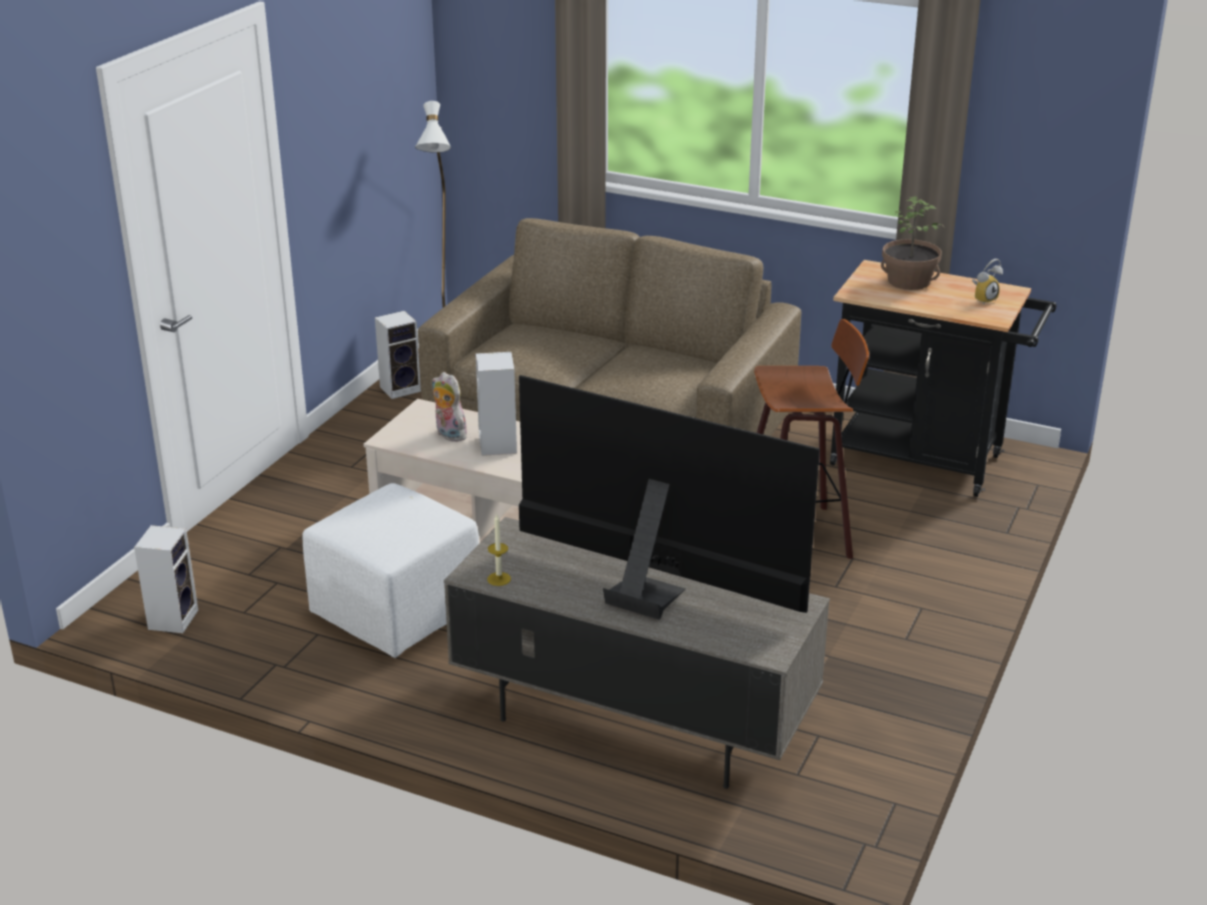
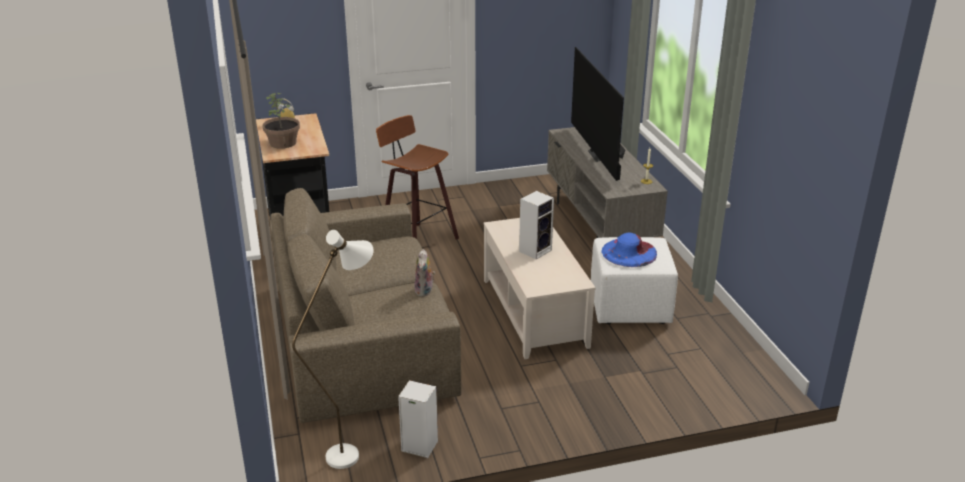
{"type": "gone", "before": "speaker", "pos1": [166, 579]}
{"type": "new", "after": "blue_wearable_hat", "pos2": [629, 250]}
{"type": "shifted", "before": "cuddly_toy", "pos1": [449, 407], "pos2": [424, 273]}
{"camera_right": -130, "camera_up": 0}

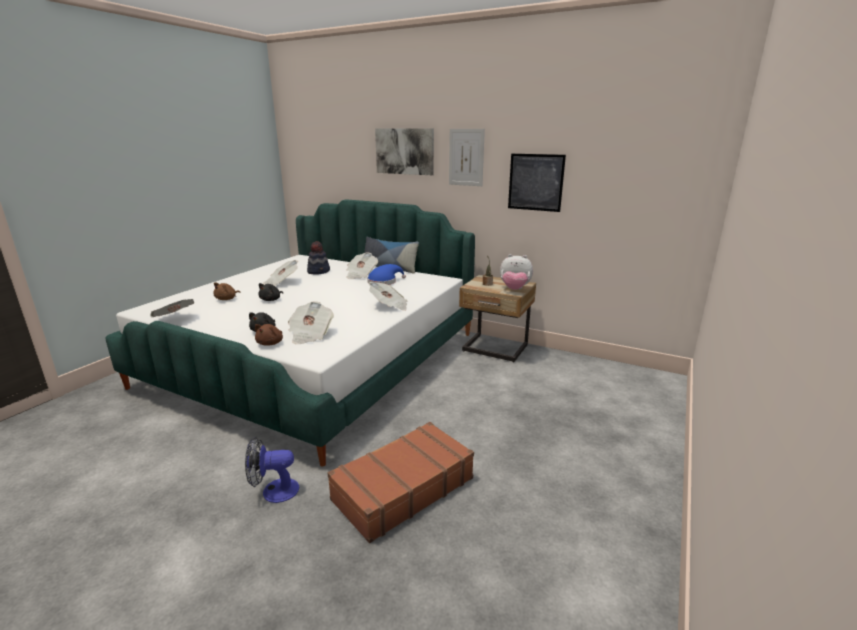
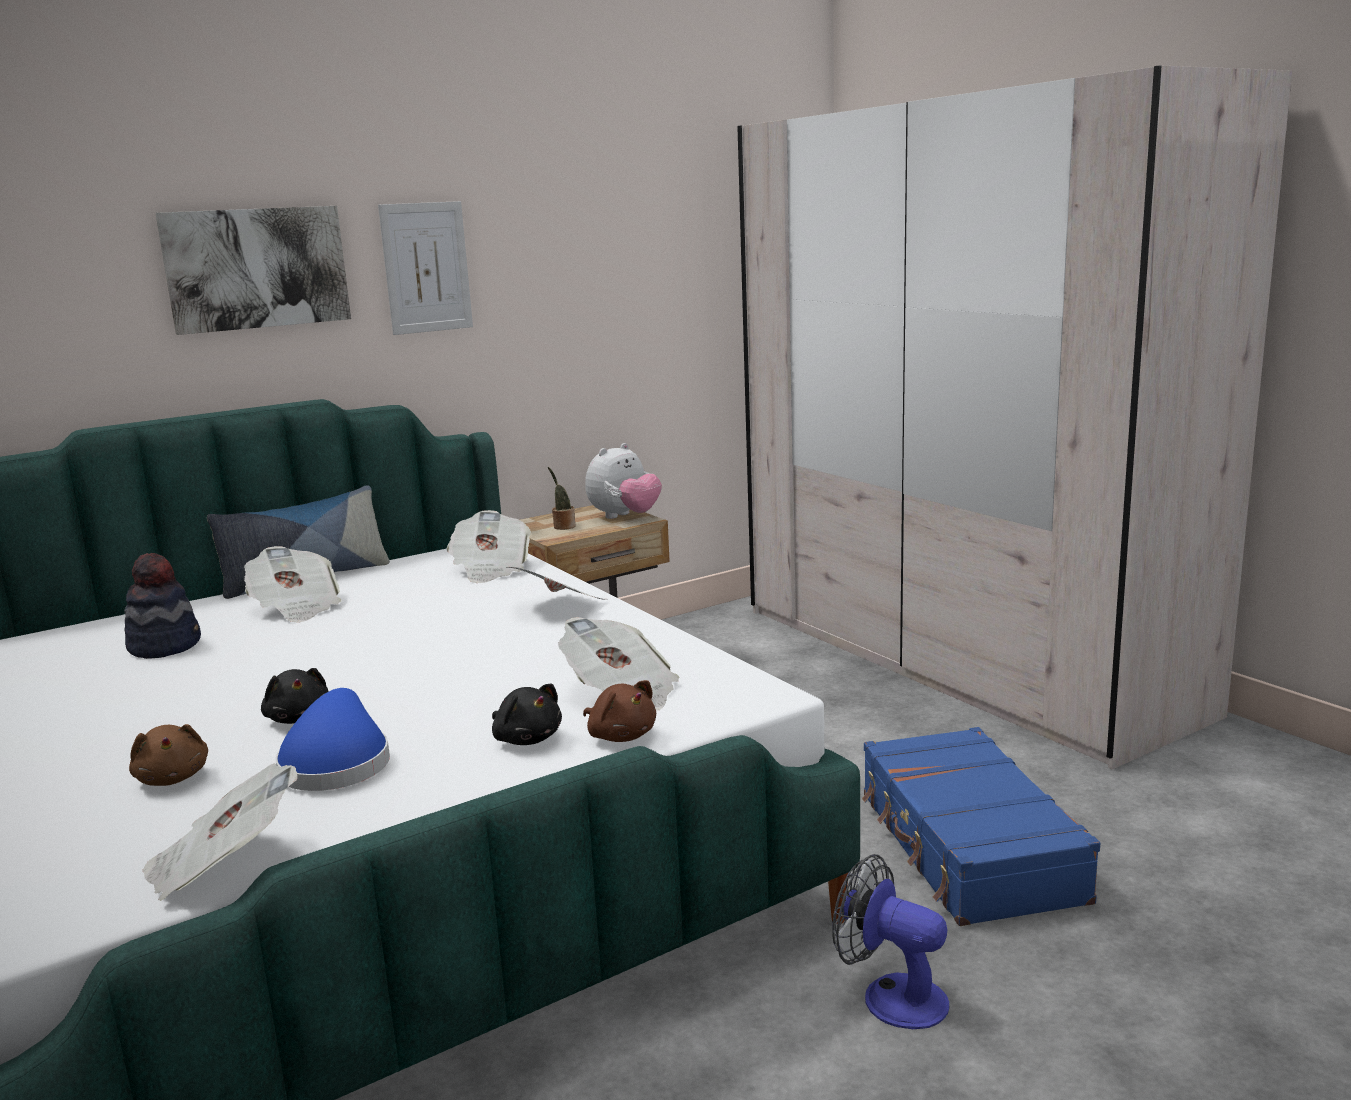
{"type": "gone", "before": "wall_picture", "pos1": [537, 183]}
{"type": "new", "after": "sand-coloured_armoire", "pos2": [1014, 417]}
{"type": "shifted", "before": "newspaper", "pos1": [280, 273], "pos2": [489, 546]}
{"type": "shifted", "before": "blue_wearable_hat", "pos1": [386, 274], "pos2": [332, 739]}
{"type": "repainted", "before": "brownish_piece_of_luggage", "after": "blue_piece_of_luggage", "pos1": [401, 482], "pos2": [981, 826]}
{"type": "rotated", "before": "electric_fan", "pos1": [272, 470], "pos2": [890, 941], "turn": 105}
{"camera_right": -60, "camera_up": -5}

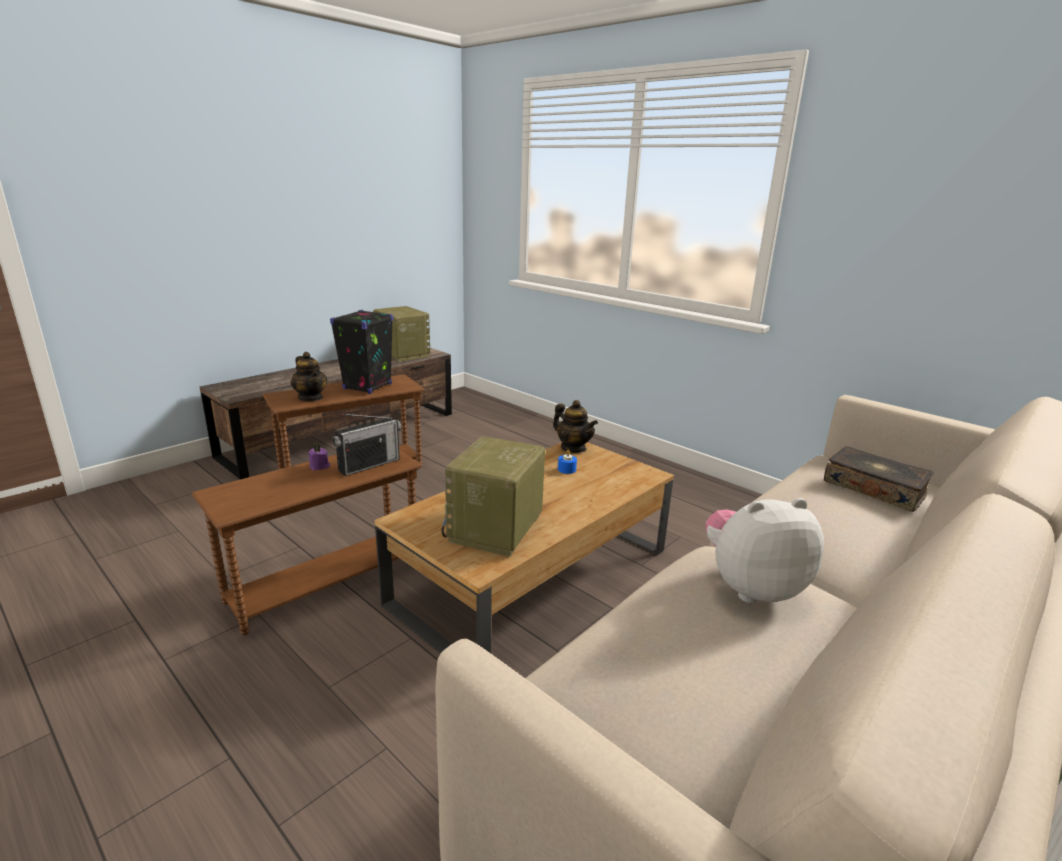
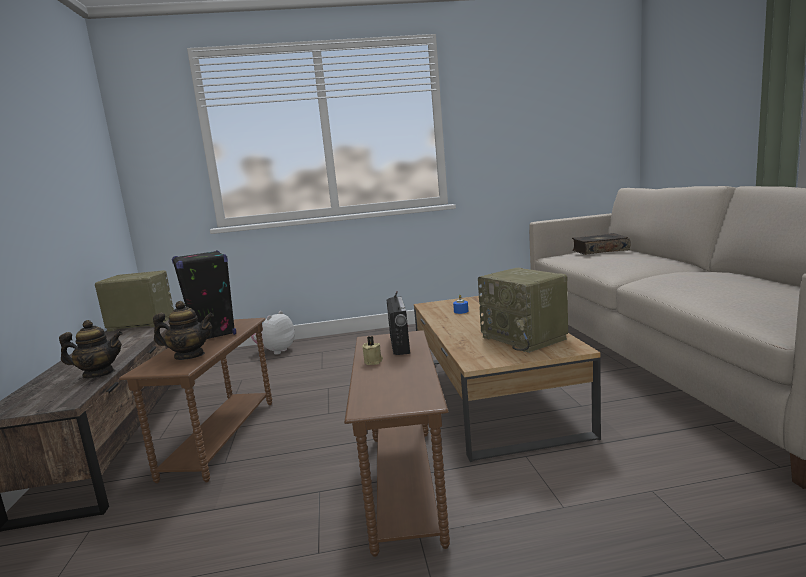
{"type": "shifted", "before": "tea_pot", "pos1": [575, 426], "pos2": [91, 349]}
{"type": "shifted", "before": "cuddly_toy", "pos1": [765, 550], "pos2": [273, 333]}
{"type": "repainted", "before": "purplish_wax_light", "after": "sand-coloured_wax_light", "pos1": [319, 456], "pos2": [372, 350]}
{"camera_right": -50, "camera_up": -10}

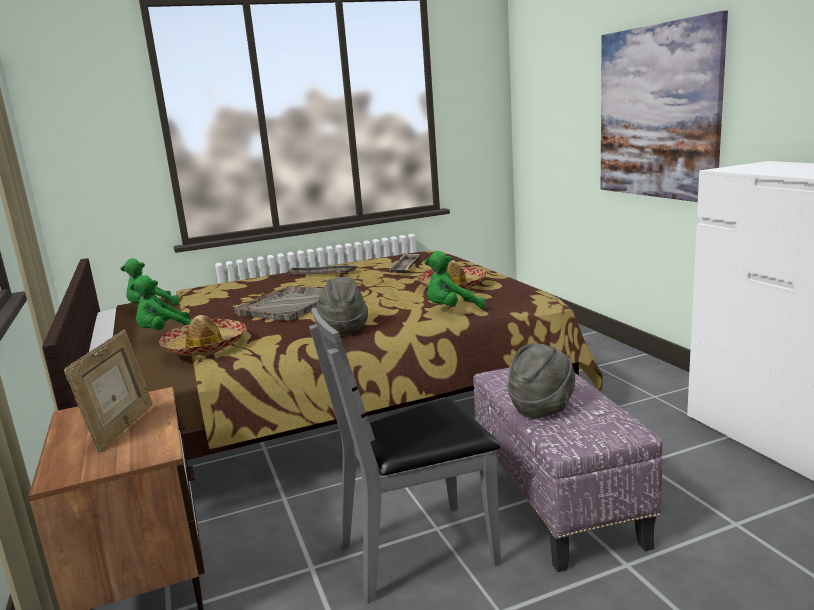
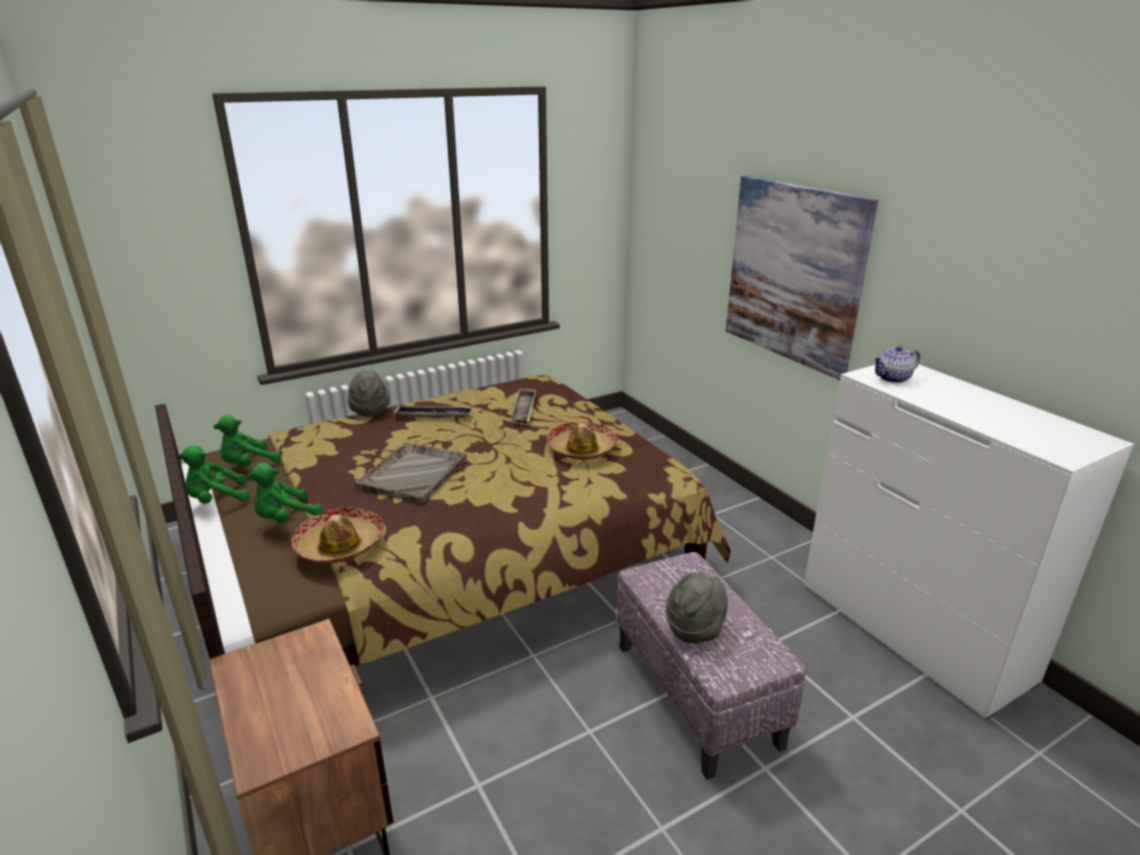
{"type": "gone", "before": "standing_frame", "pos1": [108, 391]}
{"type": "gone", "before": "grey_chair", "pos1": [405, 455]}
{"type": "new", "after": "tea_pot", "pos2": [896, 364]}
{"type": "shifted", "before": "grey_wearable_hat", "pos1": [342, 306], "pos2": [369, 393]}
{"type": "shifted", "before": "green_cuddly_toy", "pos1": [455, 280], "pos2": [213, 474]}
{"camera_right": -10, "camera_up": 10}

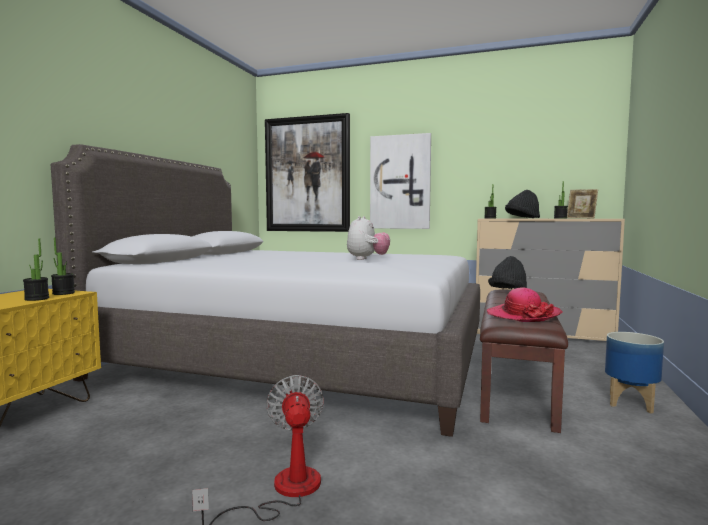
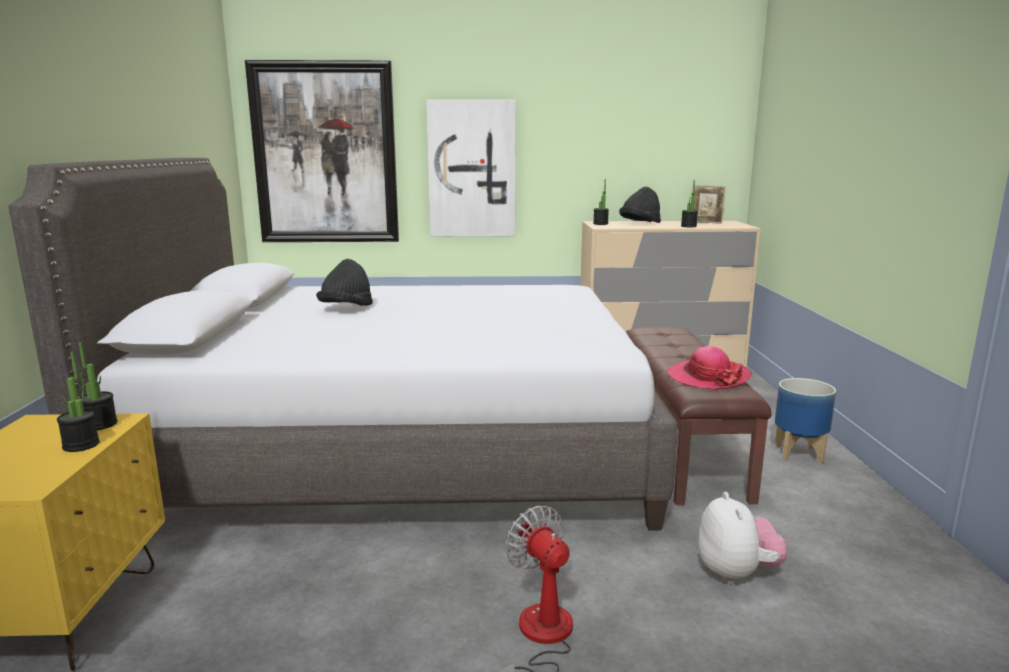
{"type": "shifted", "before": "cuddly_toy", "pos1": [368, 238], "pos2": [743, 537]}
{"type": "shifted", "before": "black-coloured_wearable_hat", "pos1": [507, 272], "pos2": [344, 282]}
{"camera_right": -20, "camera_up": 10}

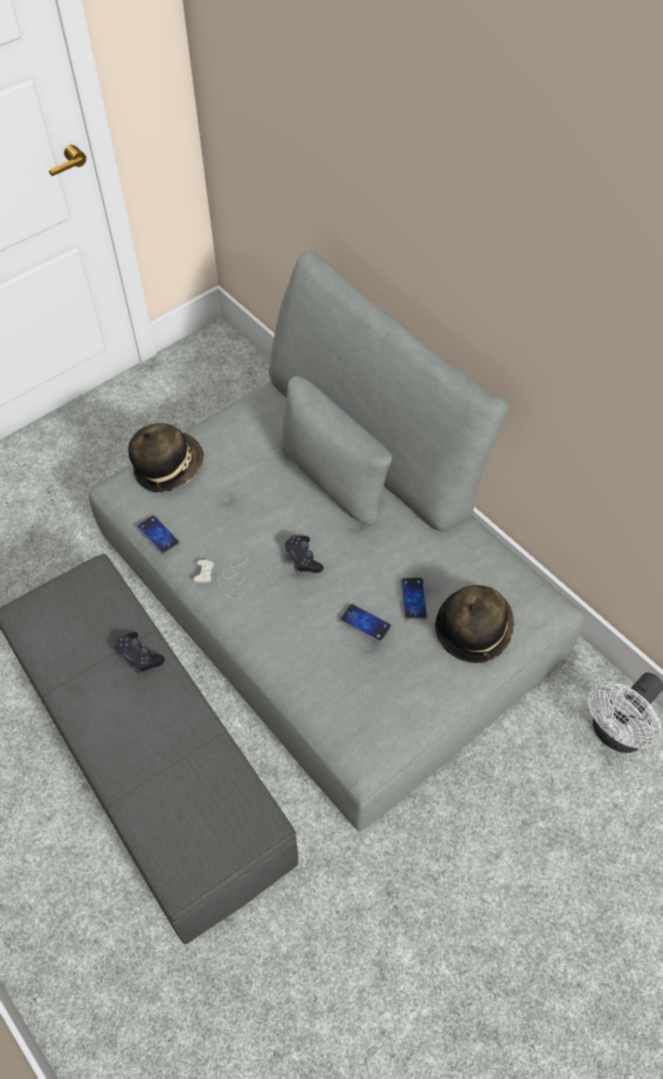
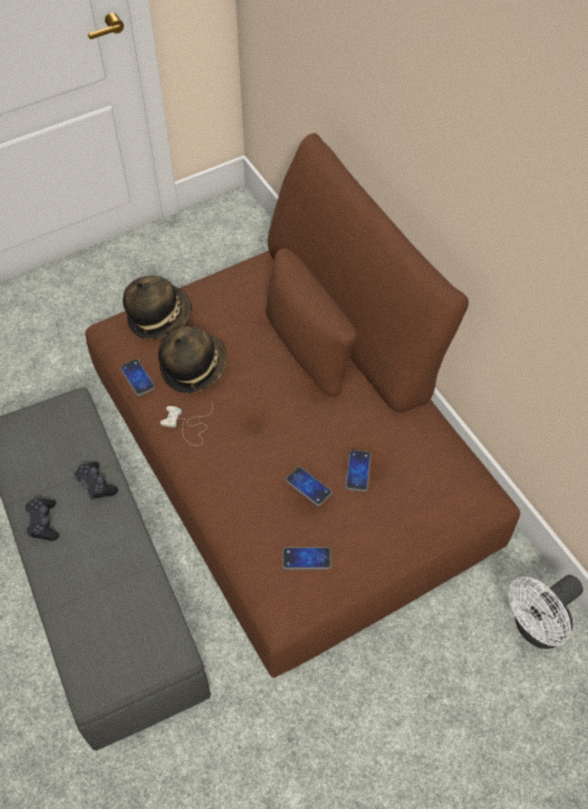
{"type": "new", "after": "telephone", "pos2": [307, 558]}
{"type": "shifted", "before": "black-coloured_gamepad", "pos1": [304, 554], "pos2": [42, 519]}
{"type": "shifted", "before": "wearable_hat", "pos1": [474, 624], "pos2": [192, 360]}
{"type": "repainted", "before": "grey_settee", "after": "brownish_settee", "pos1": [337, 541], "pos2": [302, 405]}
{"camera_right": 10, "camera_up": 0}

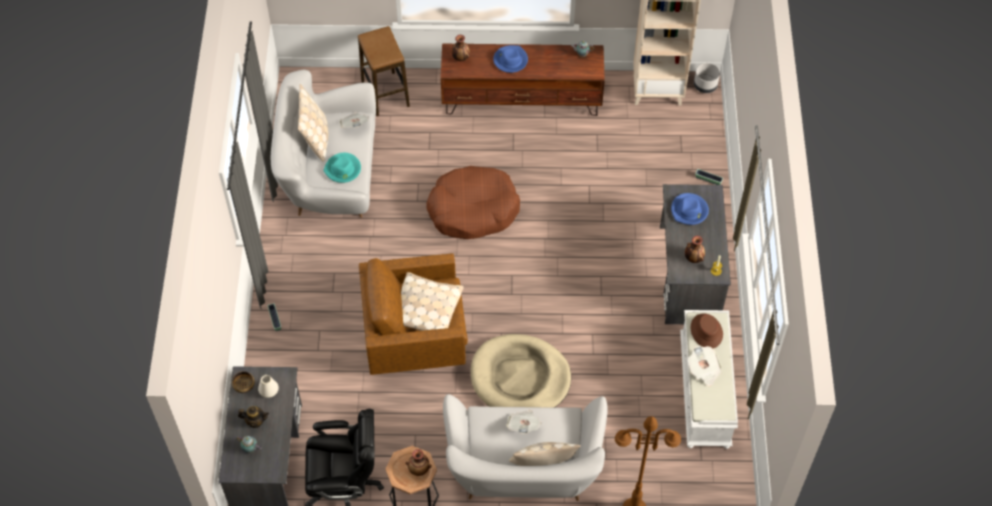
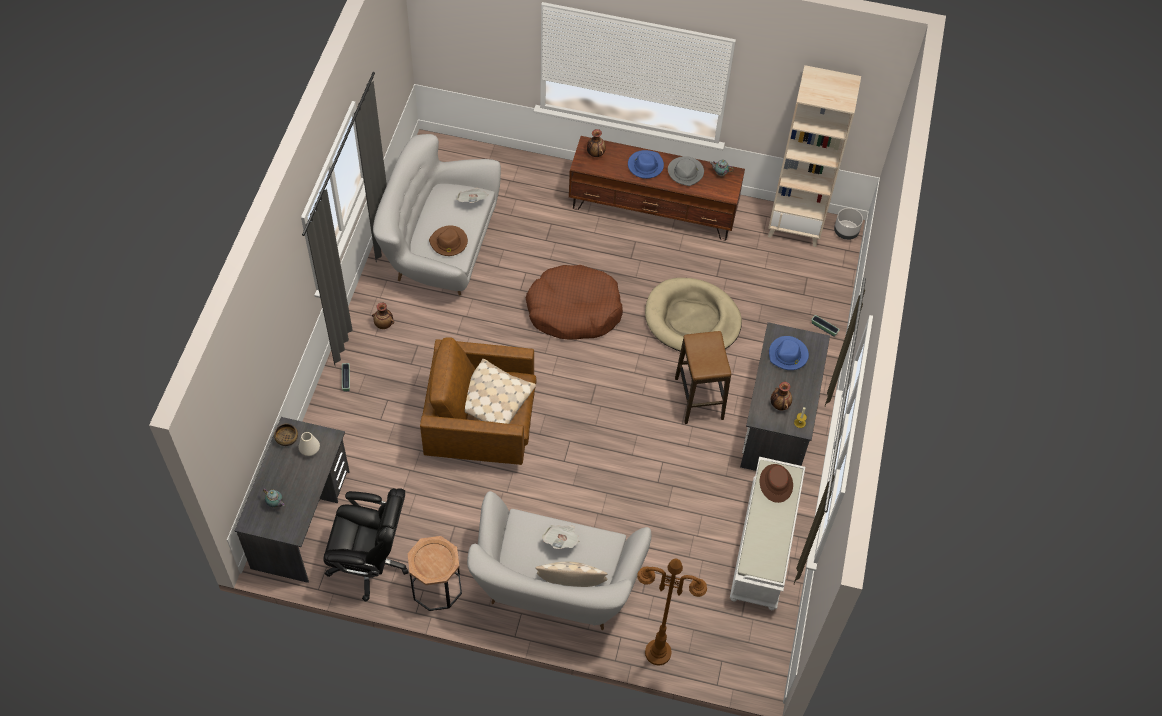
{"type": "gone", "before": "tea_pot", "pos1": [253, 417]}
{"type": "gone", "before": "sand-coloured_cushion", "pos1": [313, 123]}
{"type": "gone", "before": "newspaper", "pos1": [705, 366]}
{"type": "new", "after": "grey_wearable_hat", "pos2": [686, 171]}
{"type": "shifted", "before": "stool_seat", "pos1": [384, 71], "pos2": [703, 377]}
{"type": "shifted", "before": "flower_vase", "pos1": [419, 462], "pos2": [383, 316]}
{"type": "shifted", "before": "sand-coloured_pet_bed", "pos1": [521, 371], "pos2": [693, 315]}
{"type": "repainted", "before": "blue-green_wearable_hat", "after": "brownish_wearable_hat", "pos1": [342, 168], "pos2": [448, 240]}
{"camera_right": 10, "camera_up": 0}

